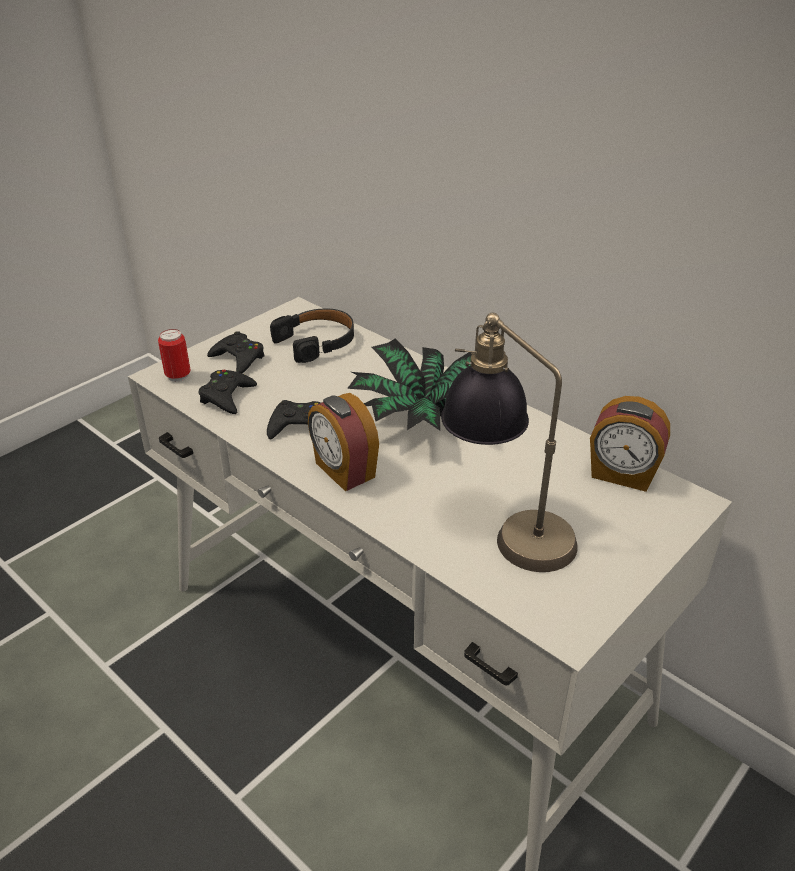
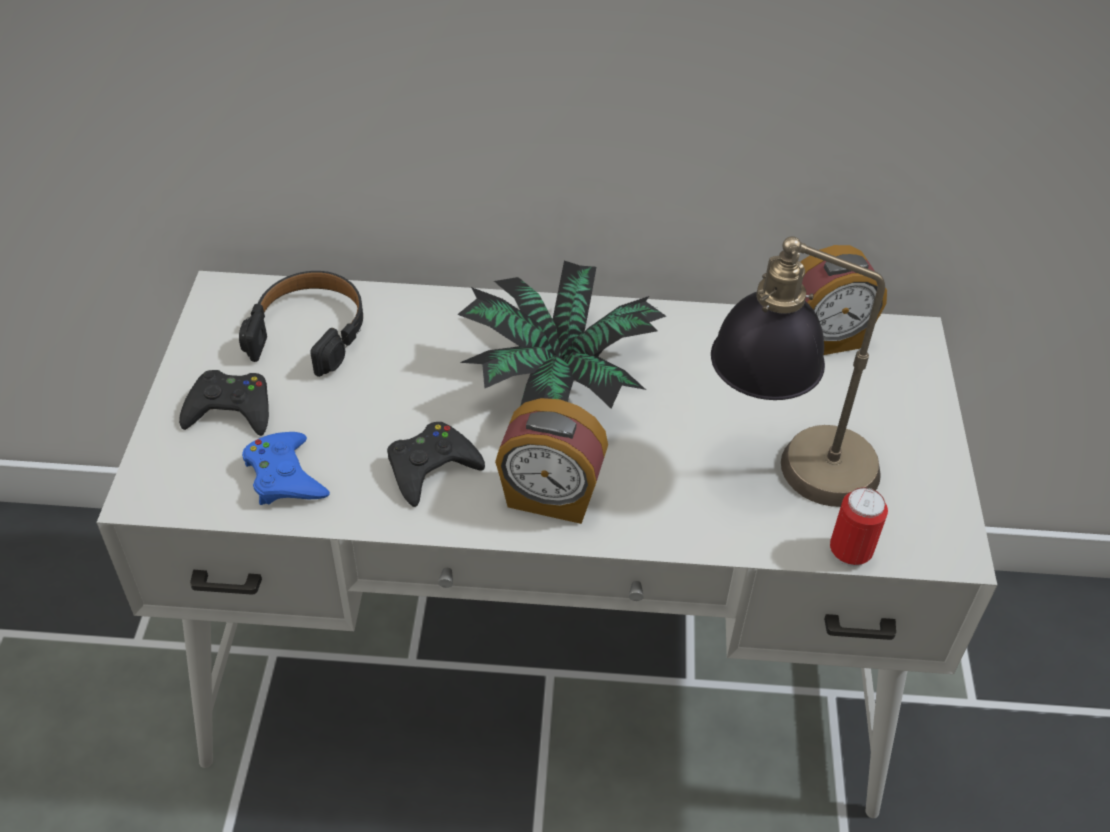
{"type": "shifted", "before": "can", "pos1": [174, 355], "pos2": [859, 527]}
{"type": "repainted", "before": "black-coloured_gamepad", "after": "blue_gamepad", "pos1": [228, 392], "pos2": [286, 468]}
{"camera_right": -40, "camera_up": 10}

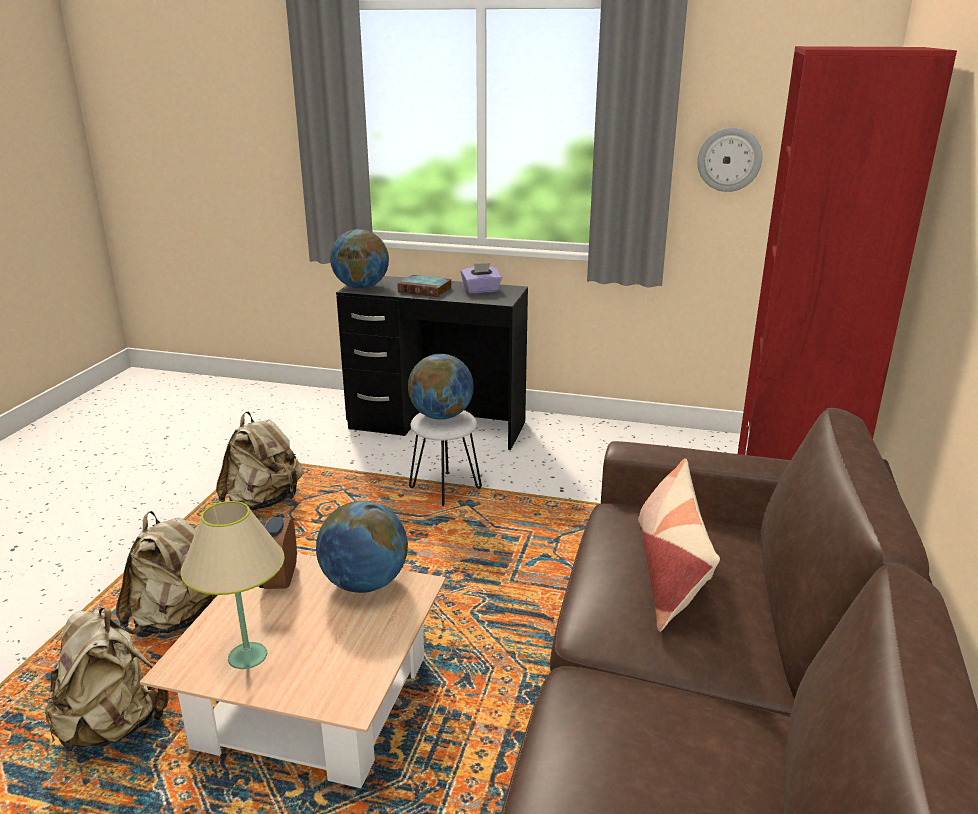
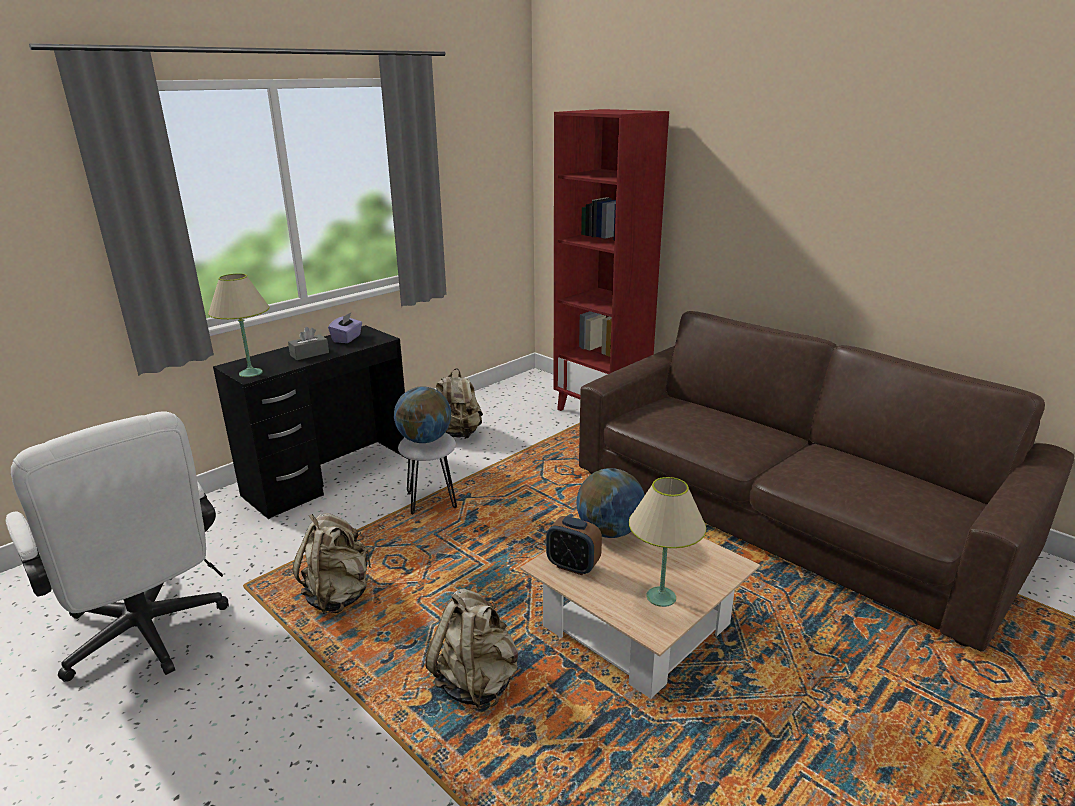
{"type": "gone", "before": "cushion", "pos1": [679, 545]}
{"type": "gone", "before": "wall_clock", "pos1": [729, 160]}
{"type": "new", "after": "white-coloured_computer_chair", "pos2": [117, 546]}
{"type": "shifted", "before": "sand-coloured_backpack", "pos1": [106, 679], "pos2": [459, 403]}
{"type": "swapped", "before": "desk_globe", "after": "sand-coloured_lamp_for_a_table", "pos1": [359, 258], "pos2": [238, 325]}
{"type": "swapped", "before": "bound_book", "after": "grey_box_of_tissues", "pos1": [424, 286], "pos2": [308, 343]}
{"camera_right": -60, "camera_up": 0}

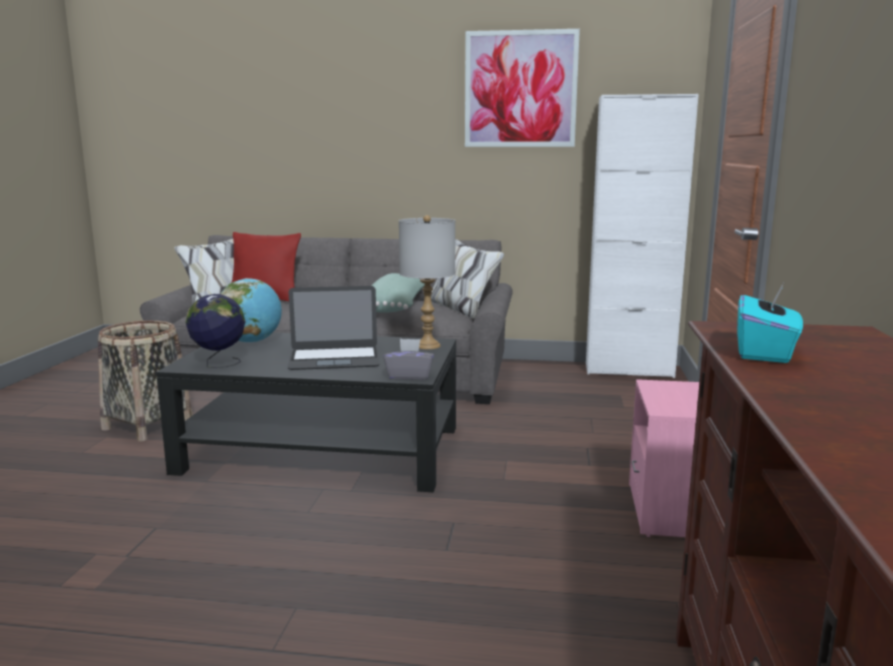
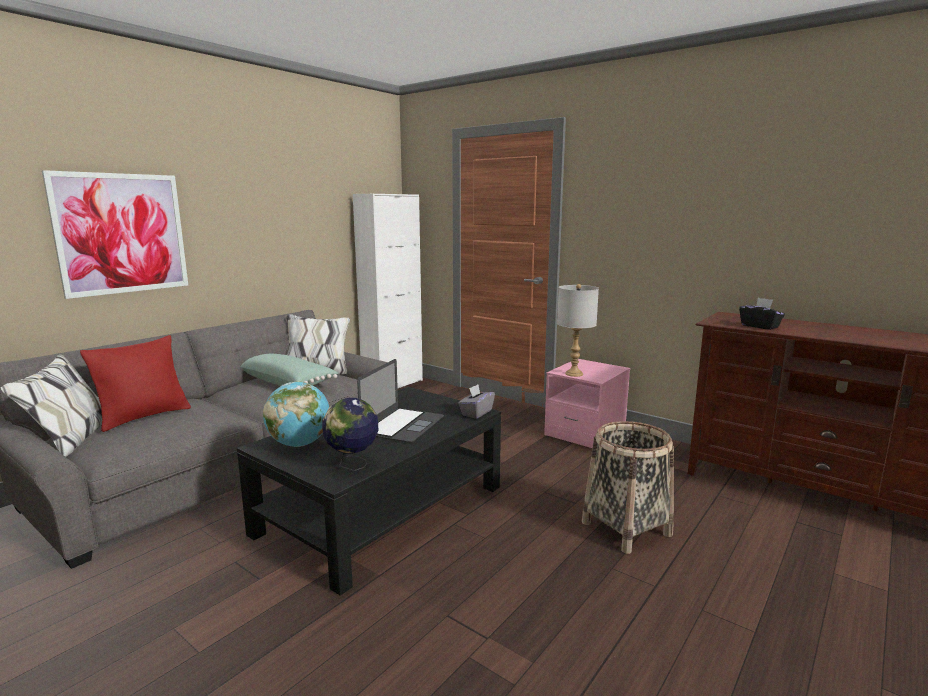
{"type": "shifted", "before": "household_basket", "pos1": [145, 381], "pos2": [628, 487]}
{"type": "shifted", "before": "grey_lamp_for_a_table", "pos1": [427, 282], "pos2": [578, 330]}
{"type": "shifted", "before": "wall_picture", "pos1": [522, 88], "pos2": [115, 234]}
{"type": "repainted", "before": "blue-green_box_of_tissues", "after": "black-coloured_box_of_tissues", "pos1": [770, 323], "pos2": [762, 314]}
{"camera_right": -60, "camera_up": 0}

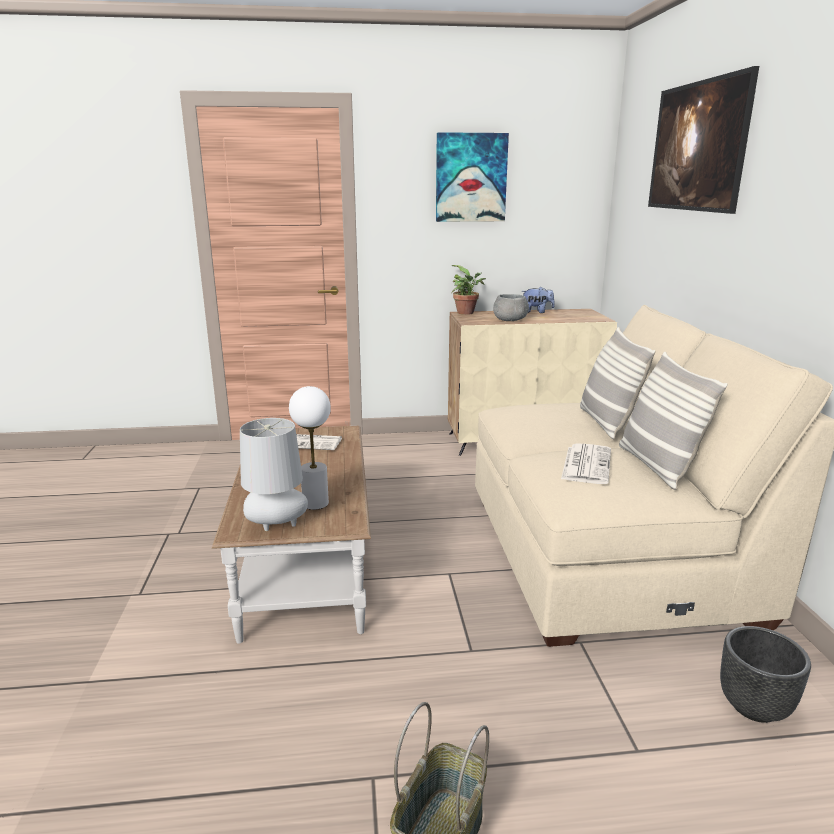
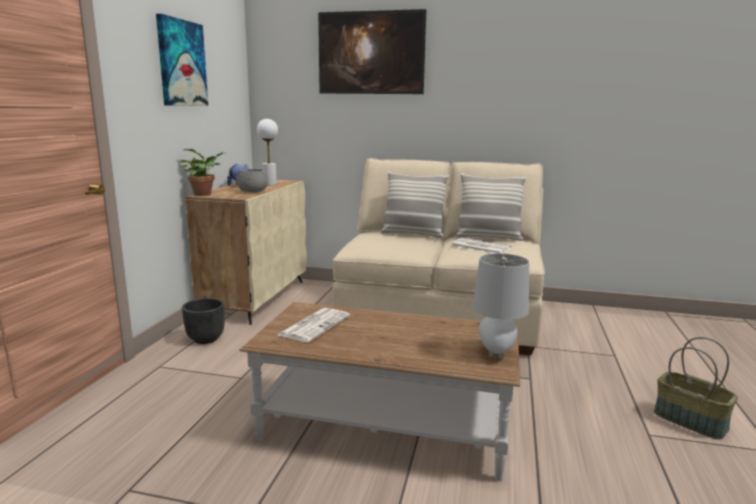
{"type": "shifted", "before": "white-coloured_lamp_for_a_table", "pos1": [310, 448], "pos2": [267, 152]}
{"type": "shifted", "before": "black-coloured_plant_pot", "pos1": [765, 674], "pos2": [203, 321]}
{"camera_right": -70, "camera_up": -5}

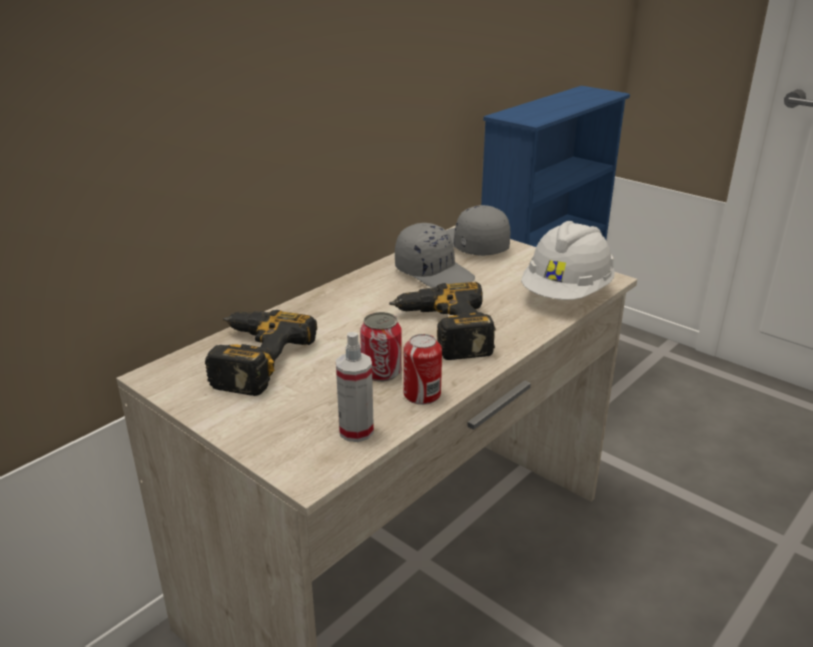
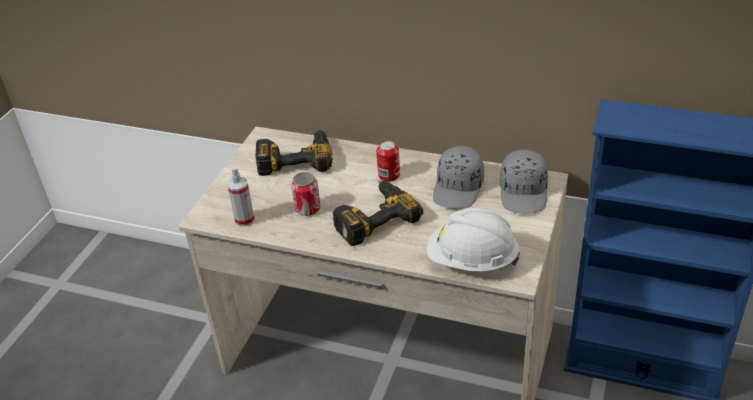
{"type": "shifted", "before": "can", "pos1": [422, 369], "pos2": [388, 161]}
{"type": "rotated", "before": "grey_baseball_cap", "pos1": [478, 230], "pos2": [524, 181], "turn": 150}
{"camera_right": 70, "camera_up": 10}

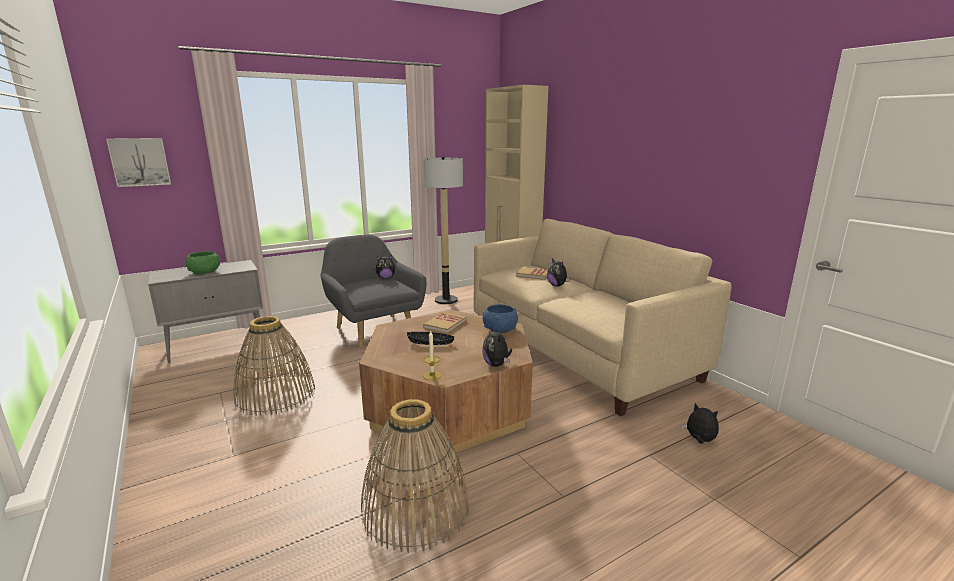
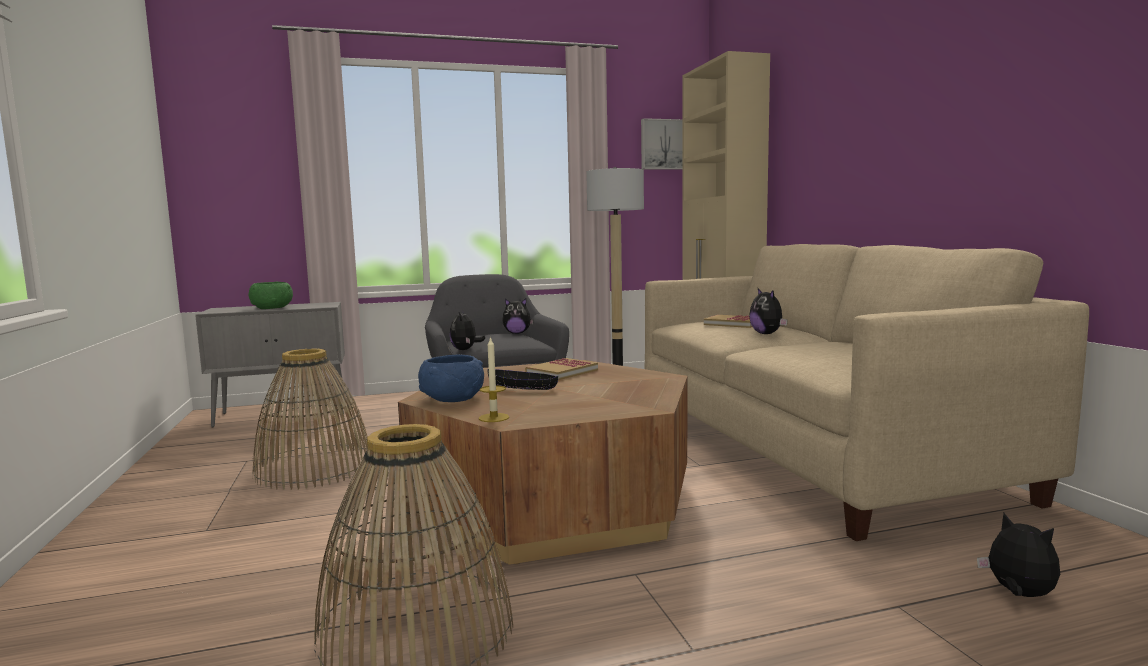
{"type": "shifted", "before": "wall_picture", "pos1": [138, 162], "pos2": [662, 144]}
{"type": "shifted", "before": "cuddly_toy", "pos1": [497, 346], "pos2": [467, 330]}
{"type": "shifted", "before": "blue_deep_dish", "pos1": [500, 318], "pos2": [451, 378]}
{"camera_right": 15, "camera_up": -10}

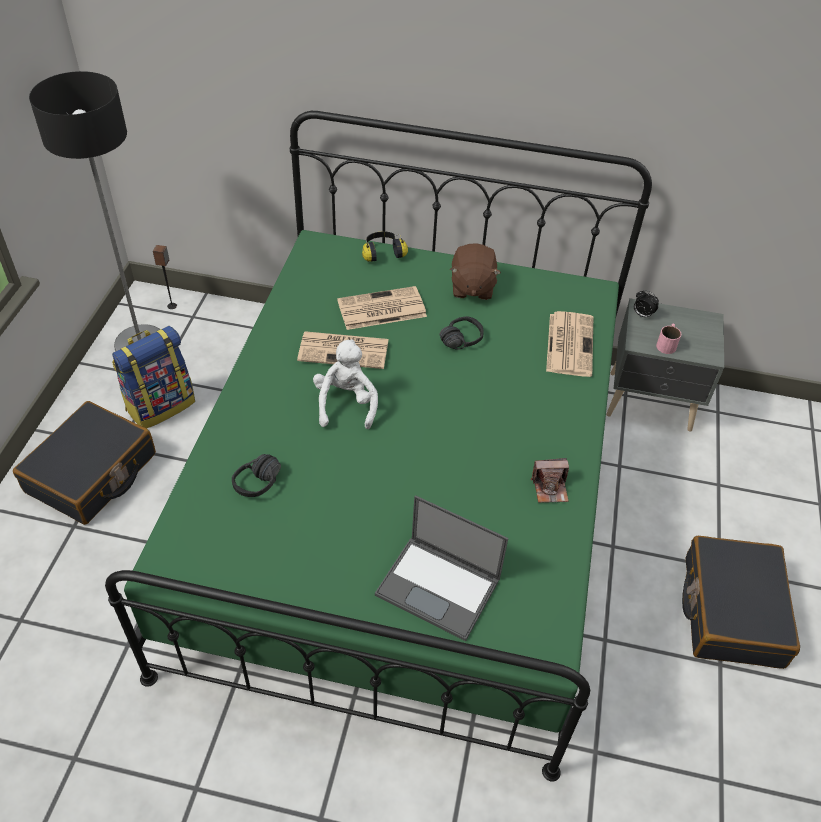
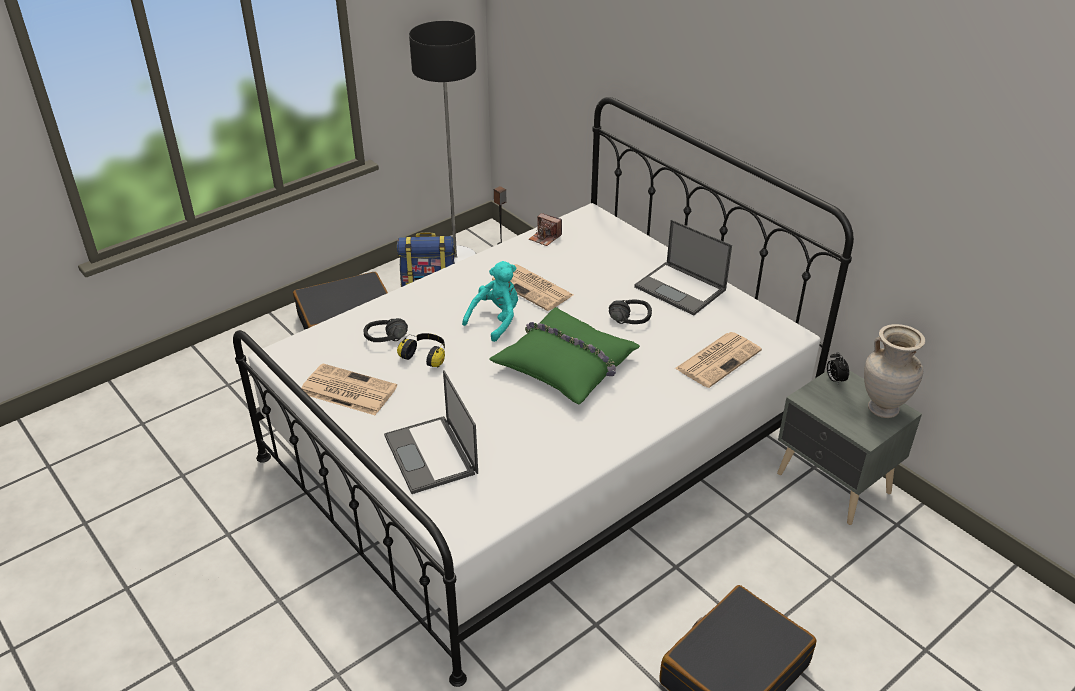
{"type": "gone", "before": "pink-coloured_tea_mug", "pos1": [668, 339]}
{"type": "new", "after": "green_cushion", "pos2": [564, 356]}
{"type": "new", "after": "sand-coloured_flower_vase", "pos2": [894, 371]}
{"type": "shifted", "before": "newspaper", "pos1": [382, 308], "pos2": [349, 389]}
{"type": "shifted", "before": "headphones", "pos1": [385, 246], "pos2": [421, 350]}
{"type": "shifted", "before": "photo_camera", "pos1": [550, 480], "pos2": [545, 229]}
{"type": "swapped", "before": "brownish_cuddly_toy", "after": "portable_computer", "pos1": [475, 271], "pos2": [683, 267]}
{"type": "repainted", "before": "green_bed", "after": "white-coloured_bed", "pos1": [378, 446], "pos2": [543, 392]}
{"type": "repainted", "before": "white-coloured_cuddly_toy", "after": "blue-green_cuddly_toy", "pos1": [345, 384], "pos2": [490, 301]}
{"camera_right": 40, "camera_up": -10}

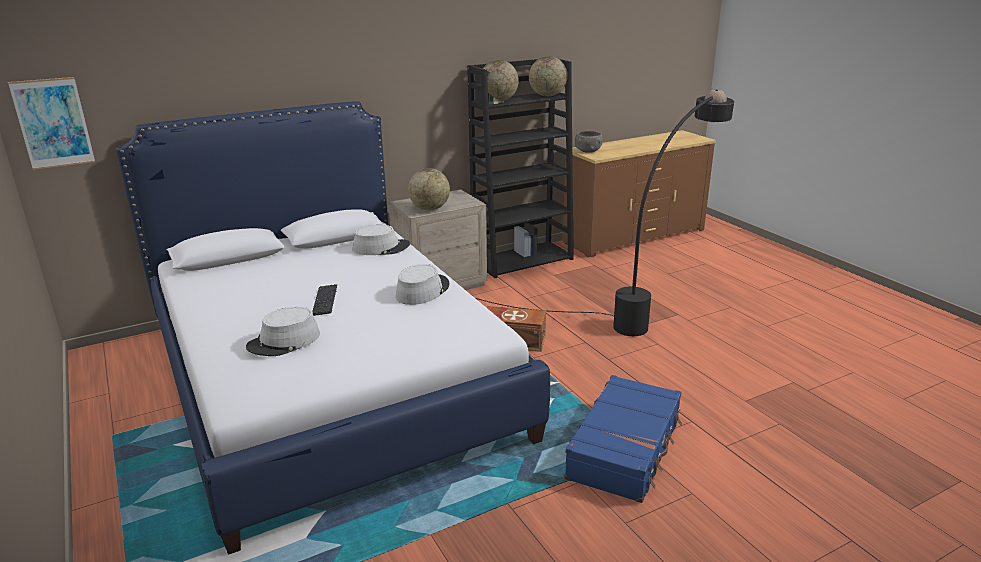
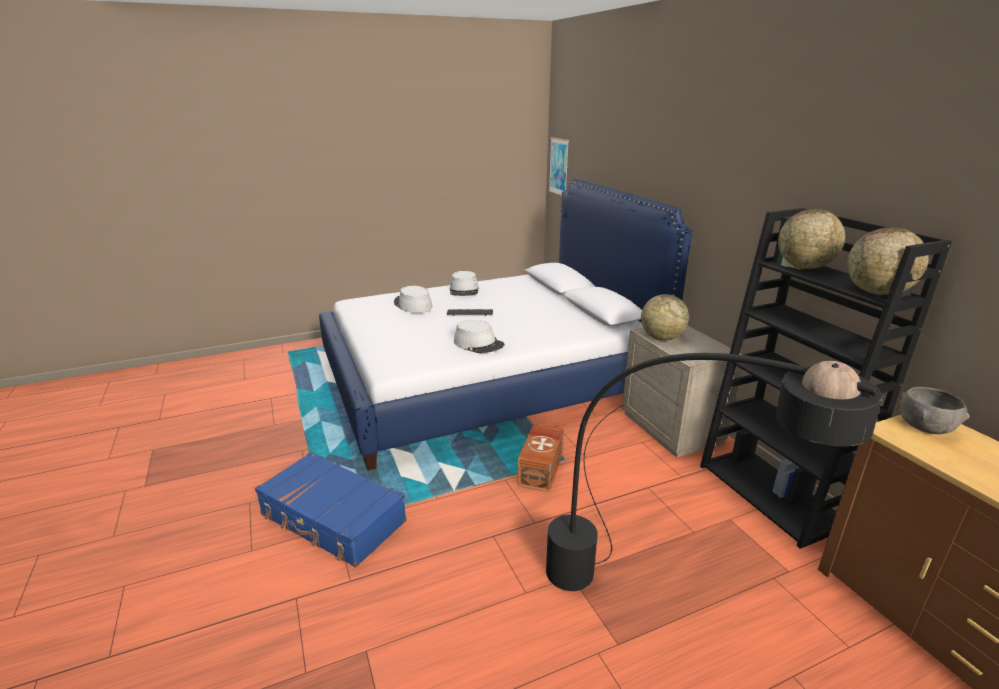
{"type": "shifted", "before": "grey_wearable_hat", "pos1": [381, 240], "pos2": [464, 283]}
{"camera_right": 95, "camera_up": 0}

